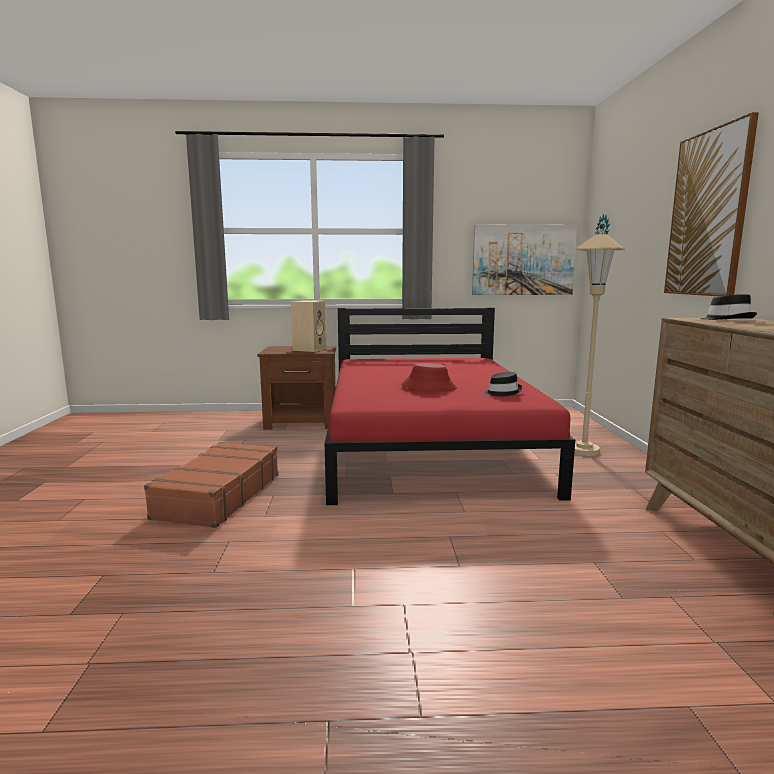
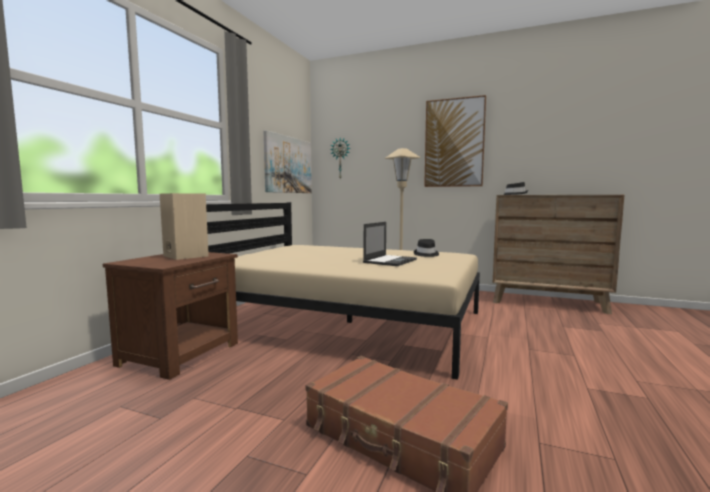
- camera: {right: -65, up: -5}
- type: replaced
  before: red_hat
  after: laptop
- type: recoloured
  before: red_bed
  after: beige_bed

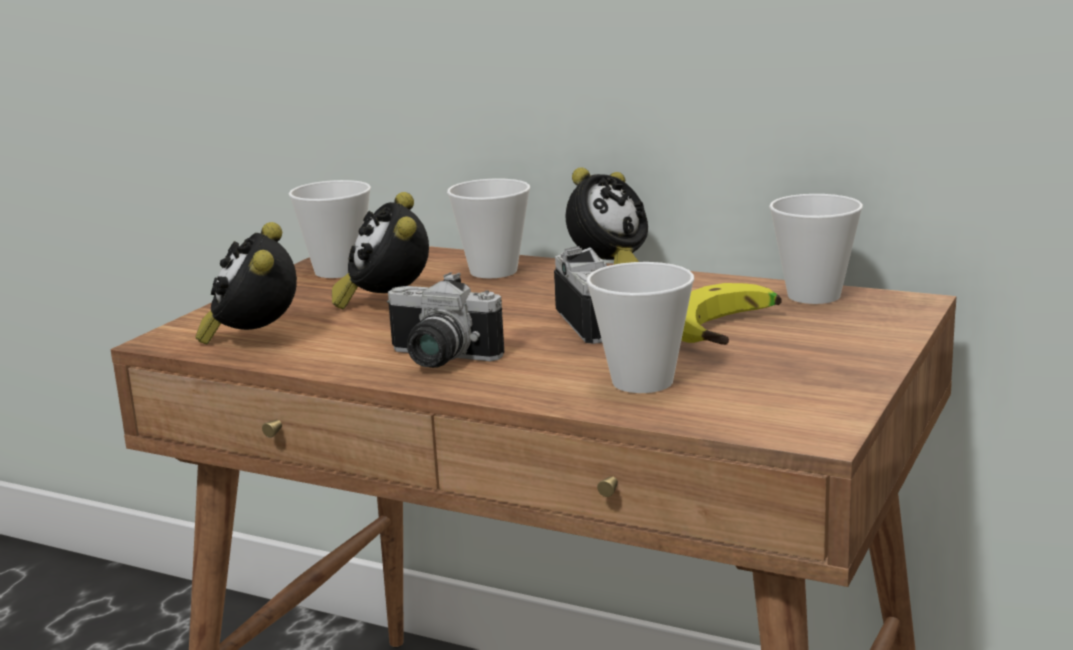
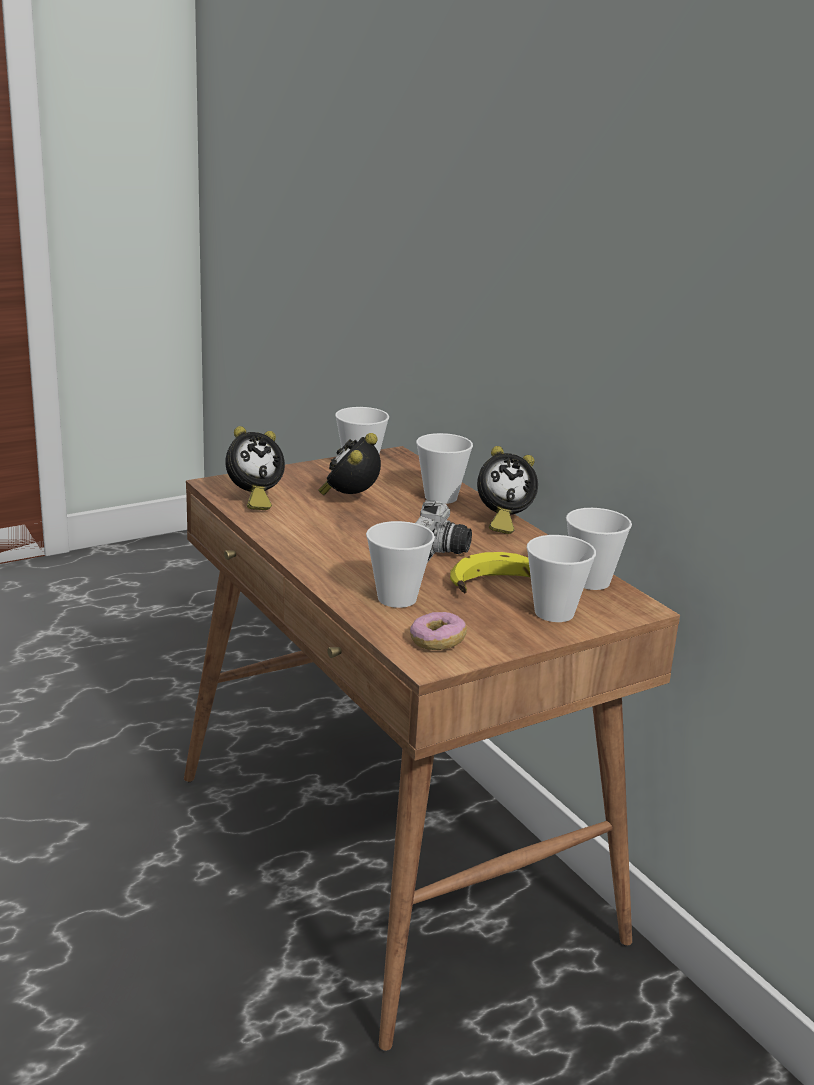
- camera: {right: 30, up: 5}
- type: removed
  before: photo_camera (1st from left)
- type: added
  after: donut
- type: added
  after: cup (4th from left)
- type: turned
  before: alarm_clock (1st from left)
  turn: -150

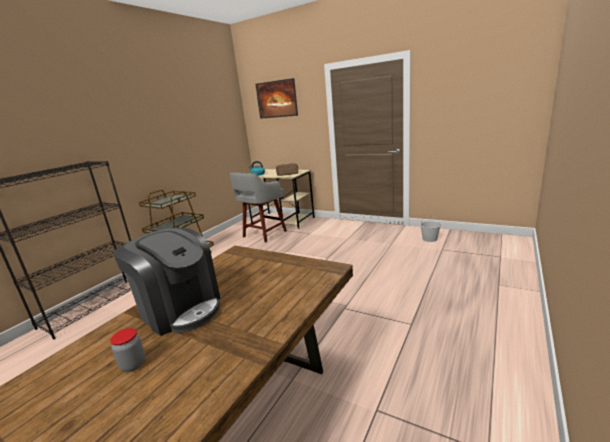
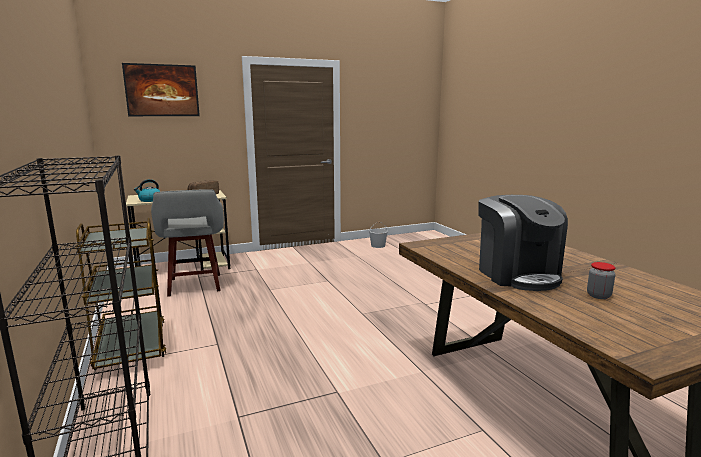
- camera: {right: -55, up: -5}
- type: turned
  before: coffee_machine
  turn: 90

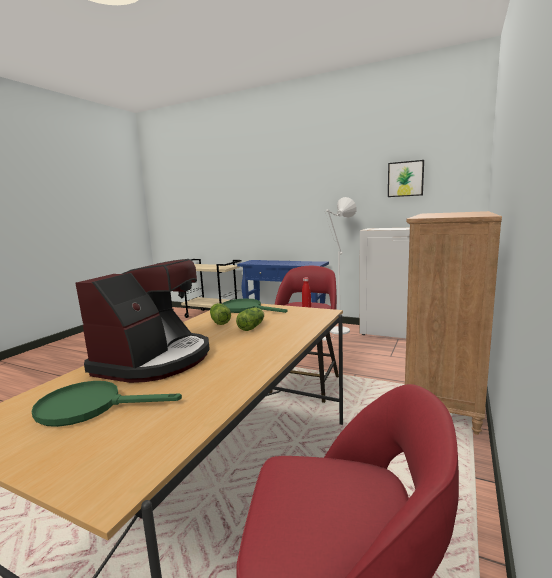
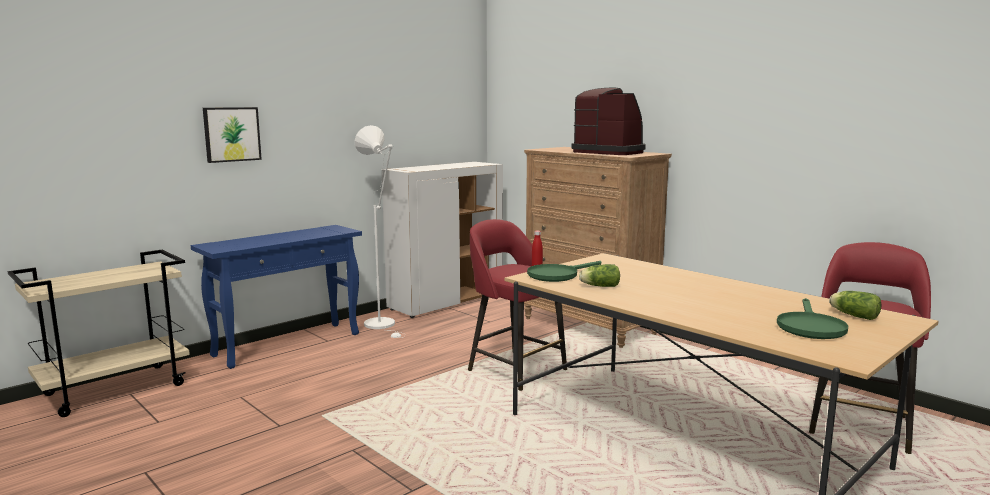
- camera: {right: -70, up: 0}
- type: moved
  before: coffee_machine
- type: moved
  before: lettuce (2nd from left)
- type: moved
  before: picture

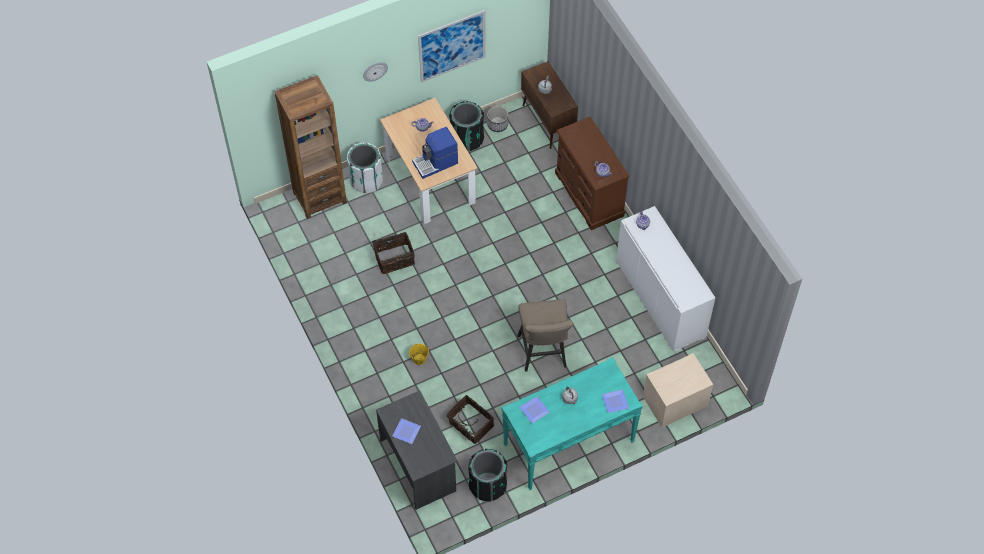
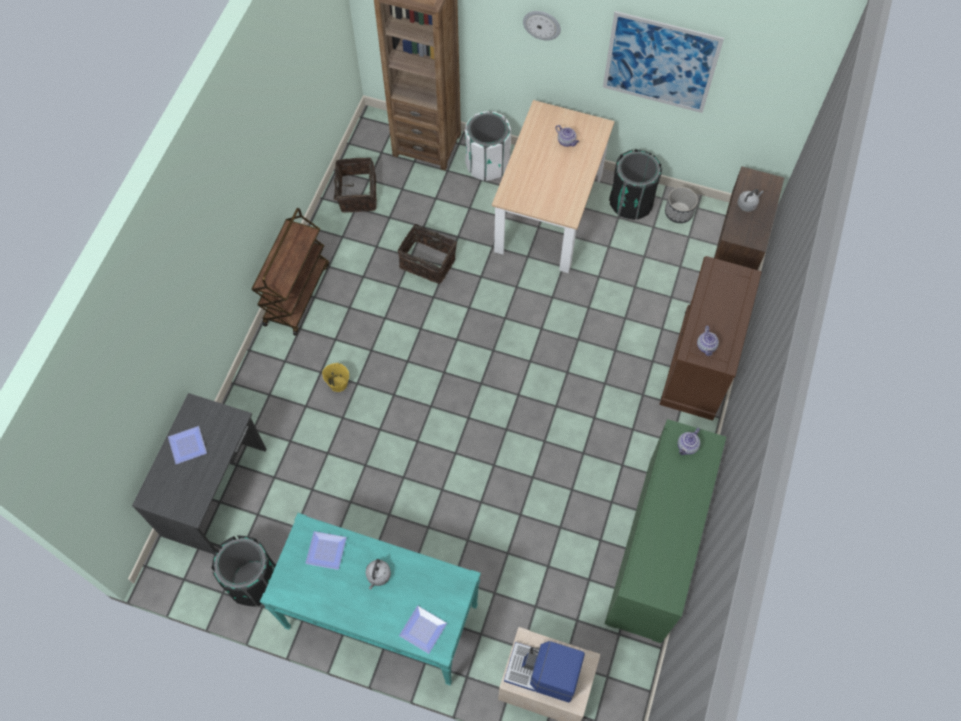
- camera: {right: 45, up: 5}
- type: removed
  before: beige_stool
- type: added
  after: brown_cart
- type: moved
  before: coffee_machine
- type: moved
  before: basket (2nd from left in the first image)
  after: basket (1st from left)
- type: recoloured
  before: white_cabinet
  after: green_cabinet

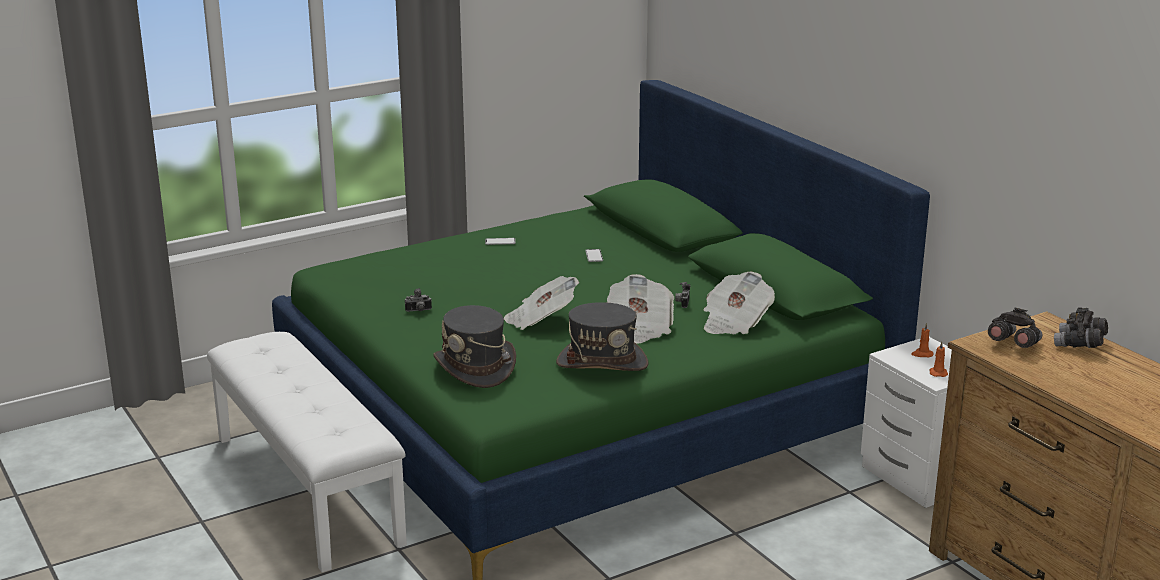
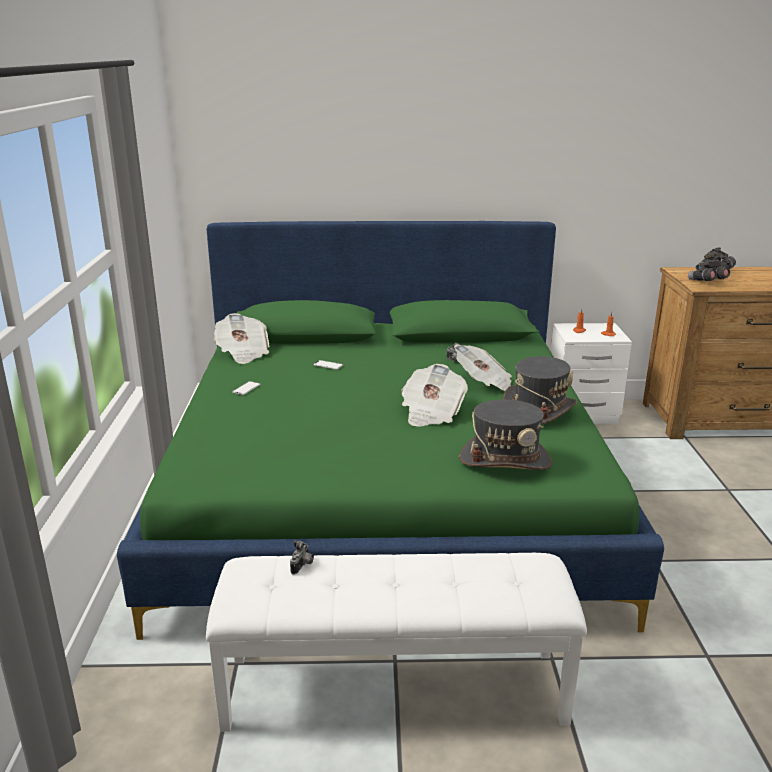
- camera: {right: -60, up: 0}
- type: moved
  before: photo_camera (1st from left)
- type: moved
  before: newspaper (3rd from left in the first image)
  after: newspaper (1st from left)

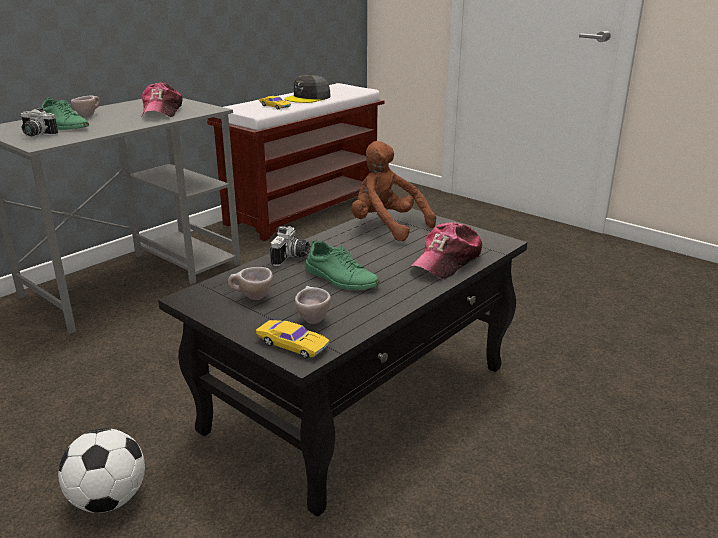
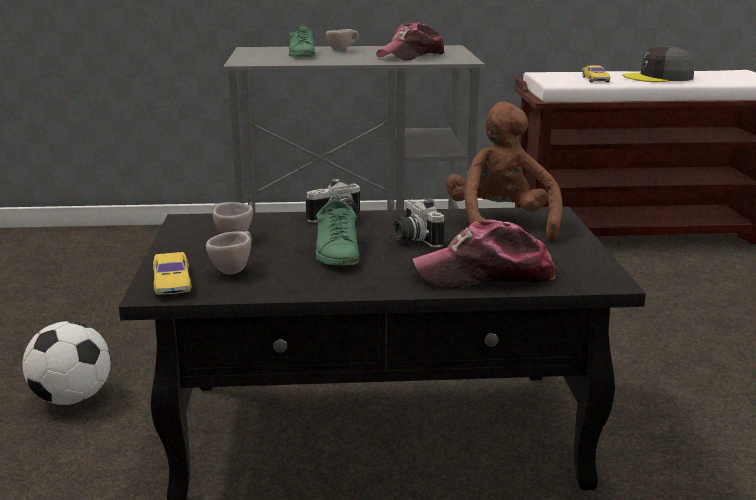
- camera: {right: 45, up: -5}
- type: moved
  before: photo_camera (1st from left in the first image)
  after: photo_camera (2nd from left)

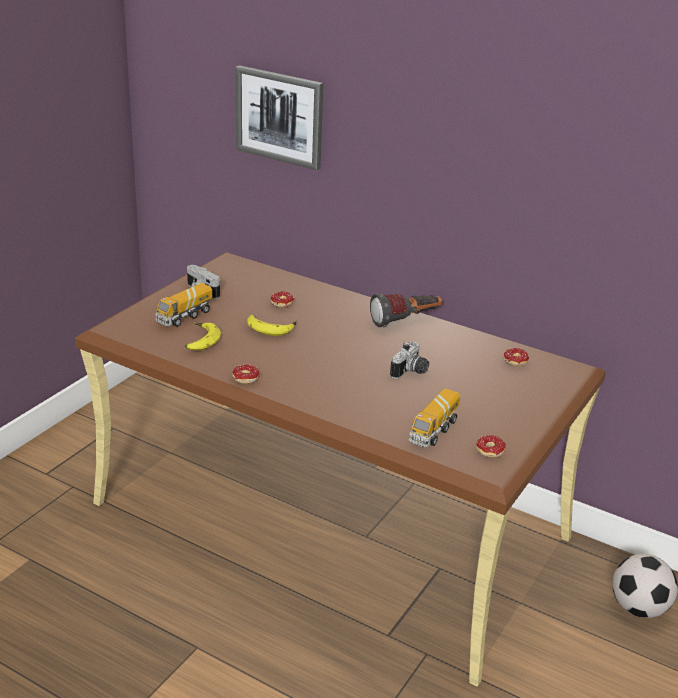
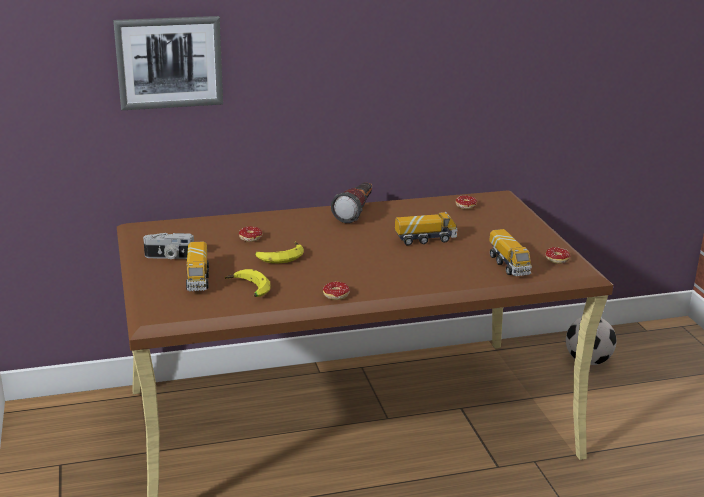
- camera: {right: -45, up: -5}
- type: replaced
  before: photo_camera (2nd from left)
  after: toy_truck (2nd from left)

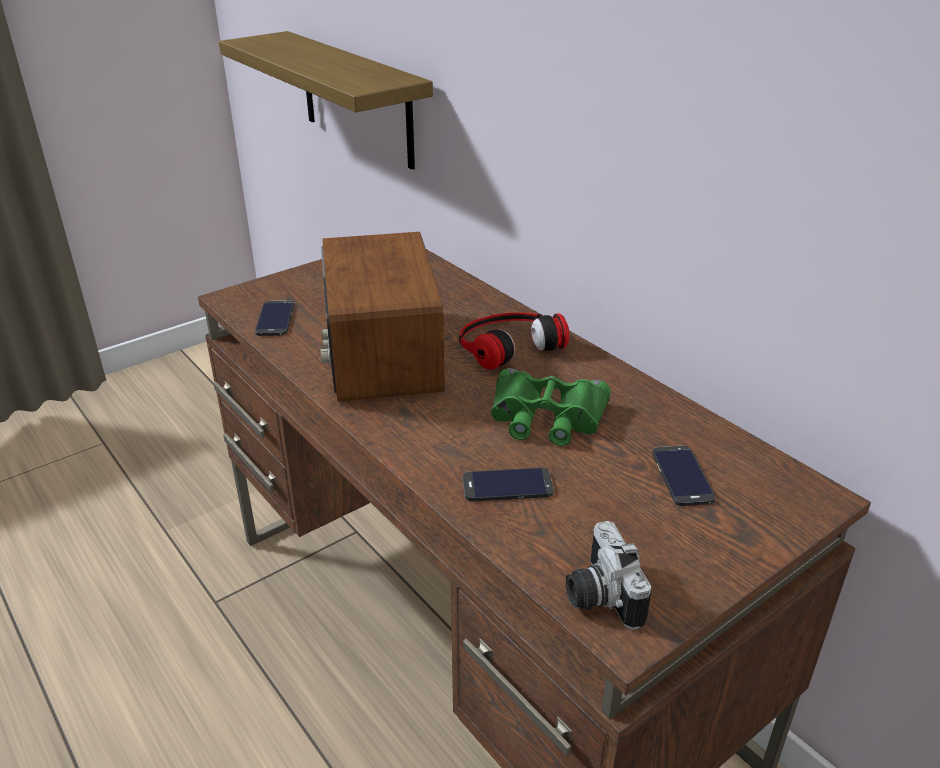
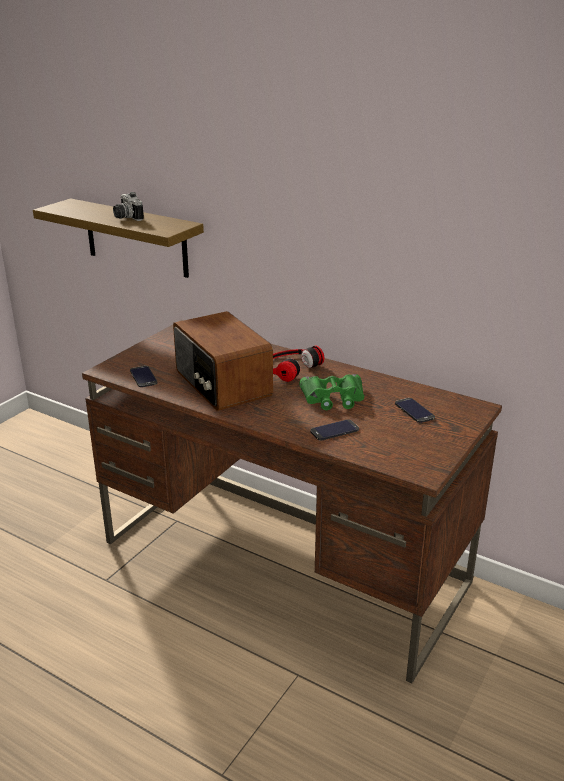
- camera: {right: -20, up: -5}
- type: moved
  before: photo_camera

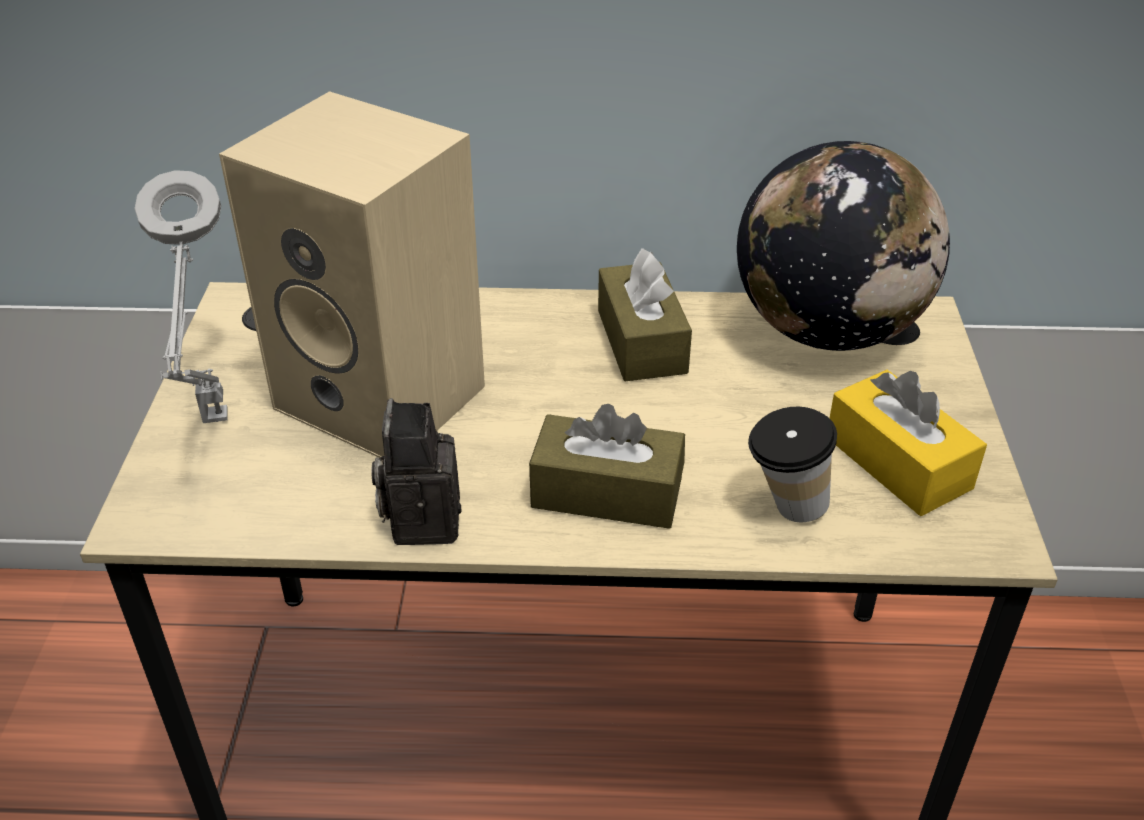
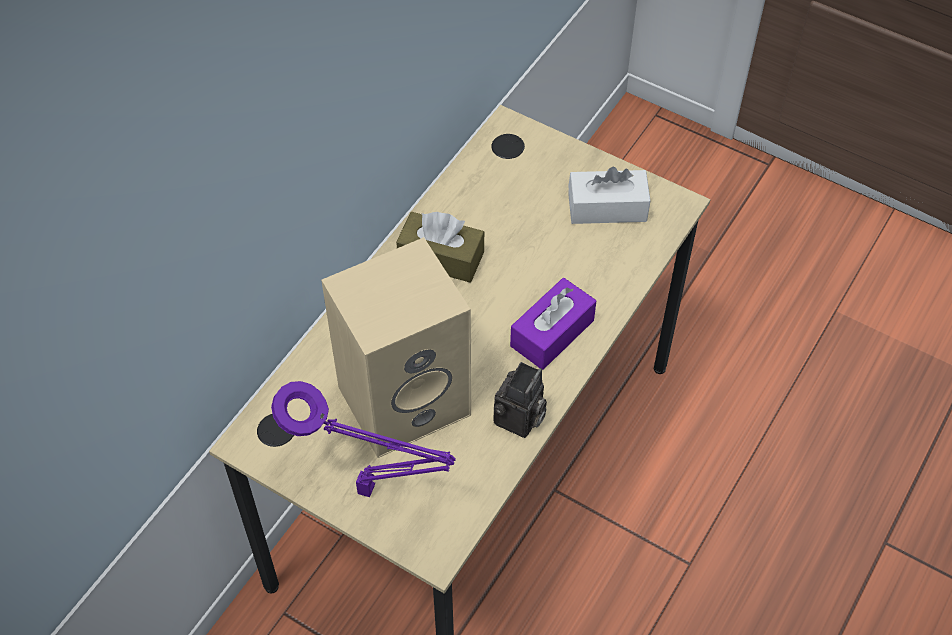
- camera: {right: -60, up: 15}
- type: removed
  before: globe
- type: removed
  before: cup
- type: recoloured
  before: grey_table_lamp
  after: purple_table_lamp
- type: recoloured
  before: brown_tissue_box (1st from left)
  after: purple_tissue_box
- type: recoloured
  before: yellow_tissue_box
  after: white_tissue_box
- type: turned
  before: photo_camera
  turn: -90

